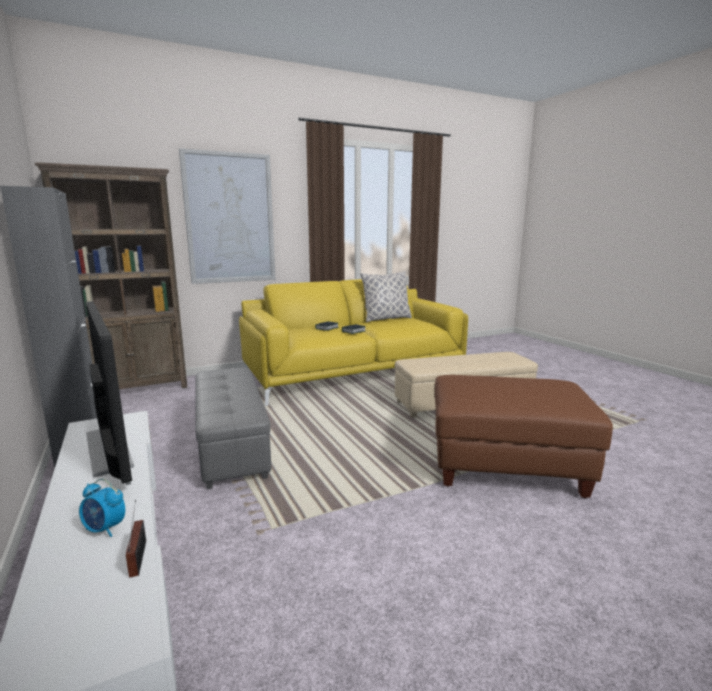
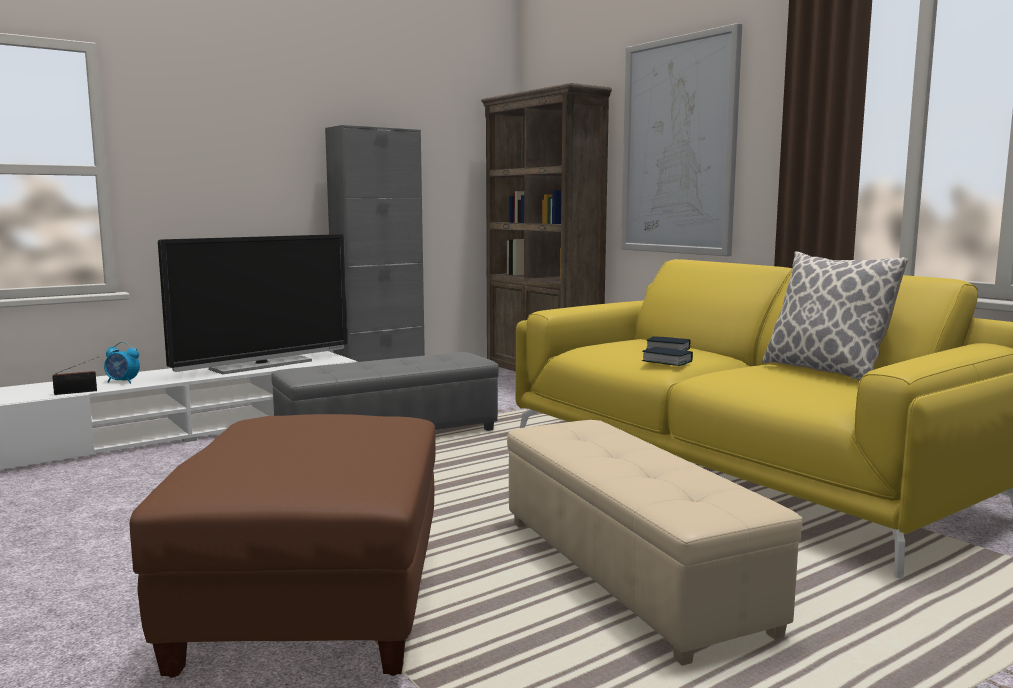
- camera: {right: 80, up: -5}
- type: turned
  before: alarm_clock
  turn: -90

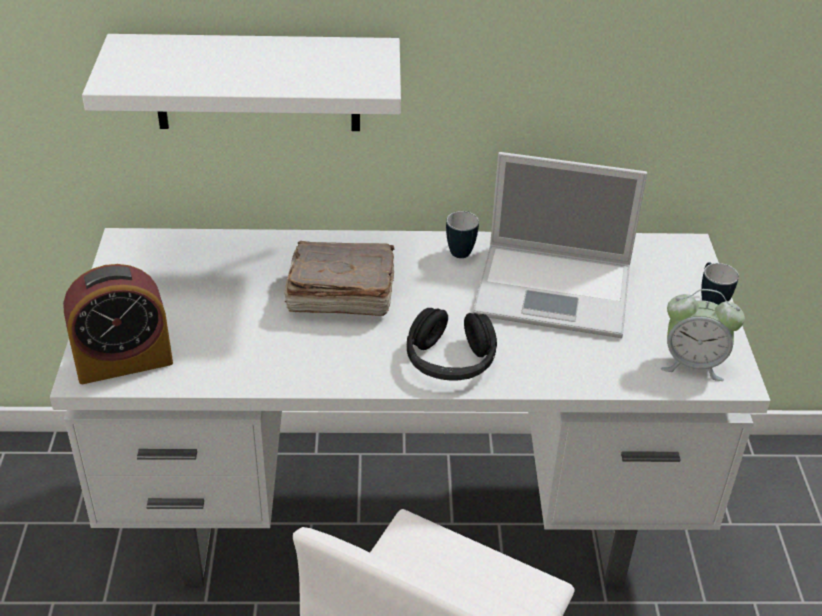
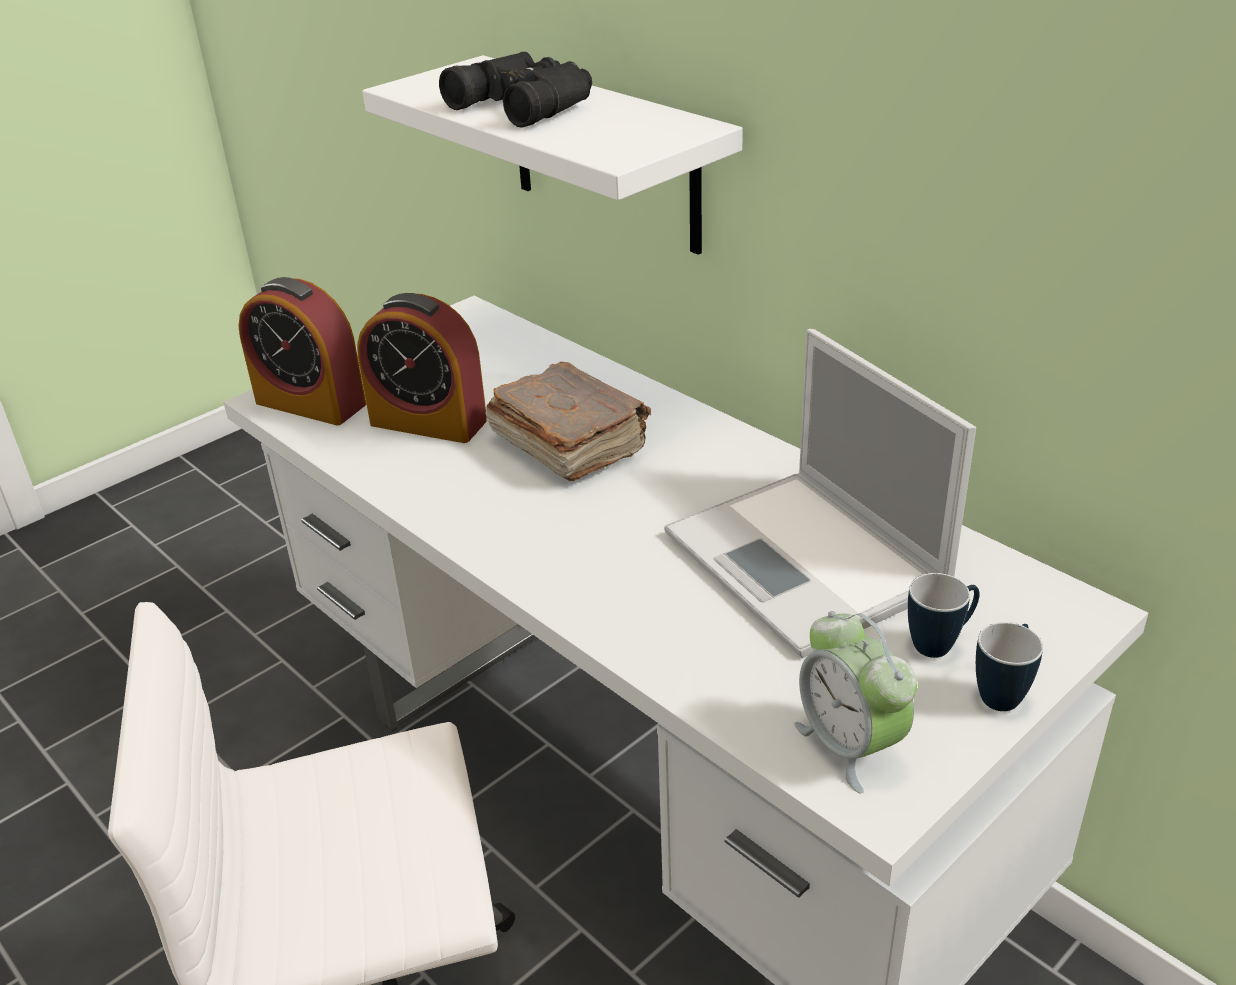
- camera: {right: 50, up: -5}
- type: removed
  before: black_headphones
- type: added
  after: alarm_clock (2nd from left)
- type: added
  after: black_binoculars
- type: moved
  before: mug (1st from left)

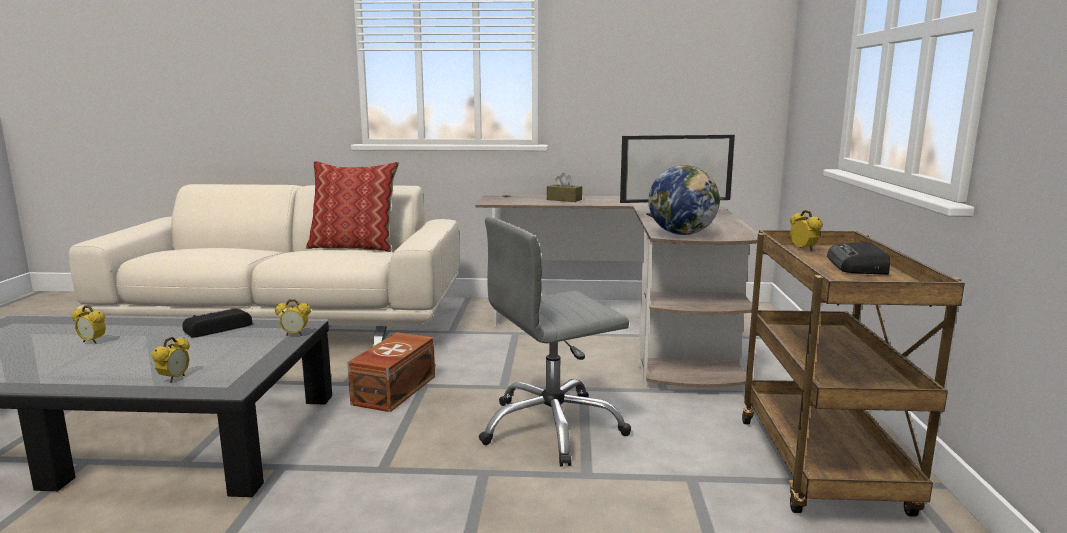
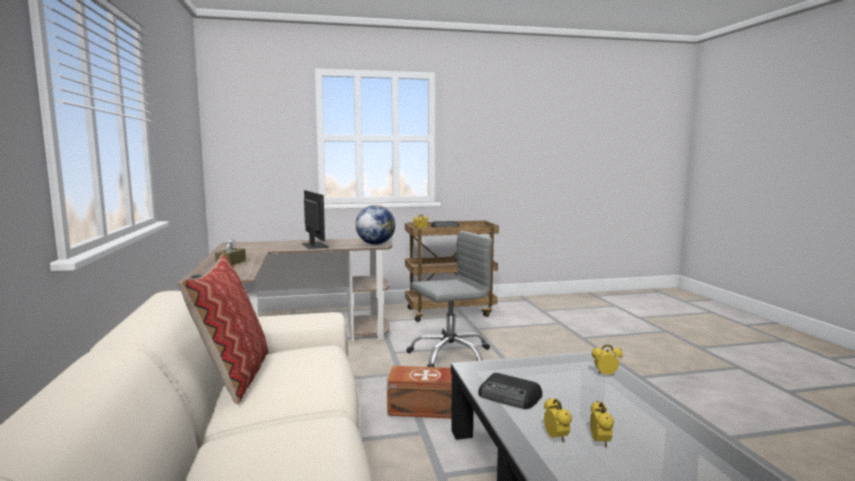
- camera: {right: -105, up: -5}
- type: moved
  before: alarm_clock (3rd from left in the first image)
  after: alarm_clock (2nd from left)
- type: turned
  before: grey_office_chair
  turn: -75

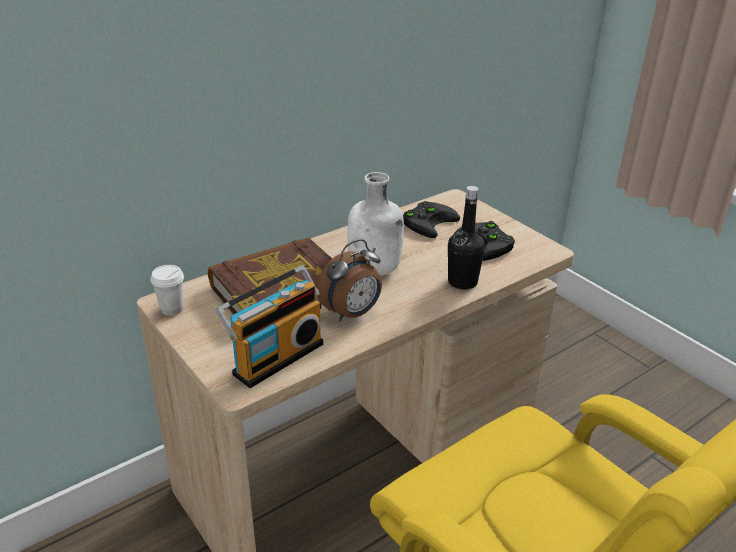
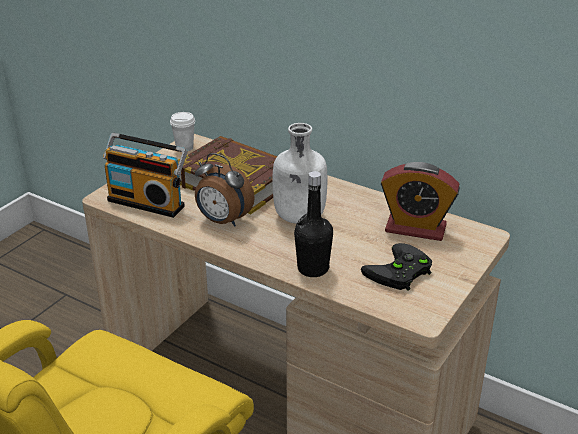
- camera: {right: 70, up: 0}
- type: replaced
  before: black_game_controller (1st from left)
  after: alarm_clock (2nd from left)

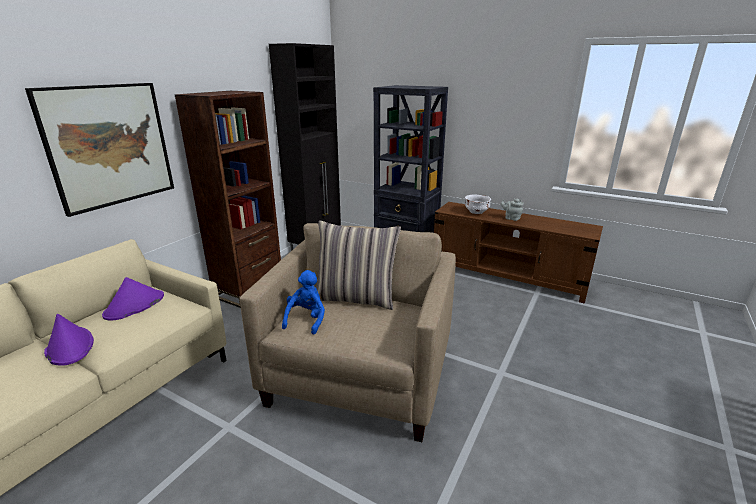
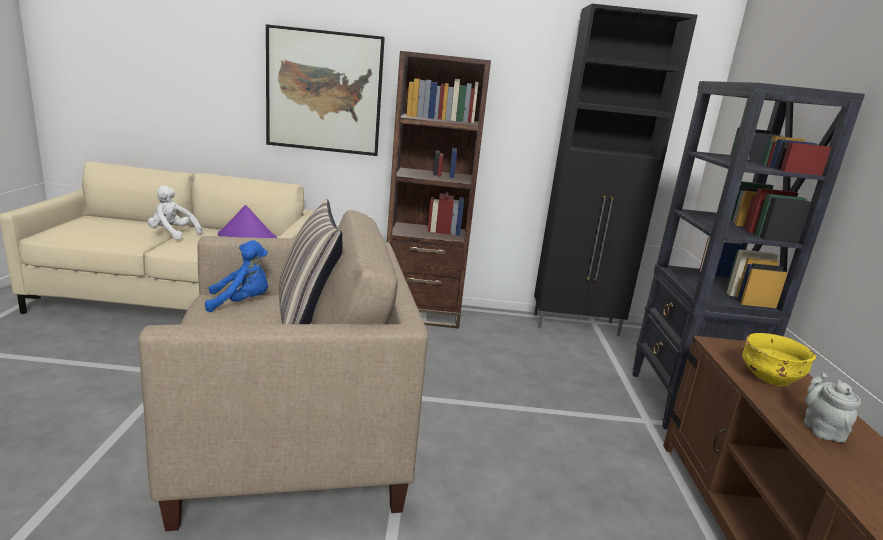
- camera: {right: 60, up: -5}
- type: replaced
  before: purple_hat (1st from left)
  after: white_plush_toy
- type: recoloured
  before: white_bowl
  after: yellow_bowl

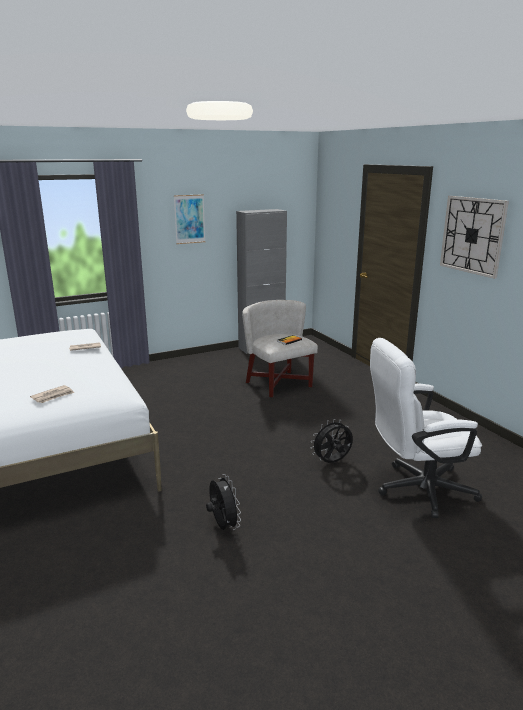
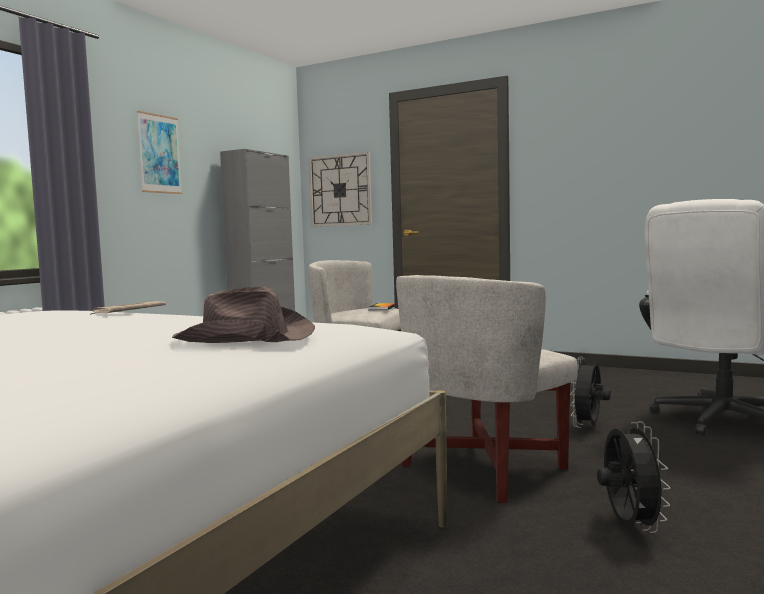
- camera: {right: -35, up: -15}
- type: added
  after: white_armchair (2nd from left)
- type: moved
  before: wall_clock
- type: replaced
  before: newspaper (1st from left)
  after: brown_hat
- type: turned
  before: black_fan (1st from left in the first image)
  turn: 60

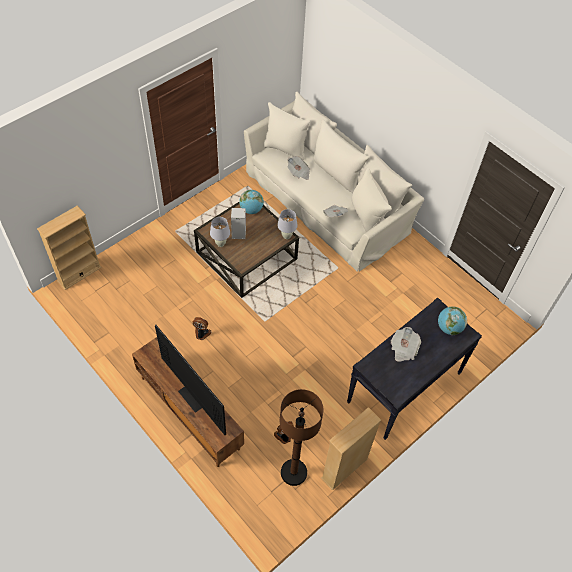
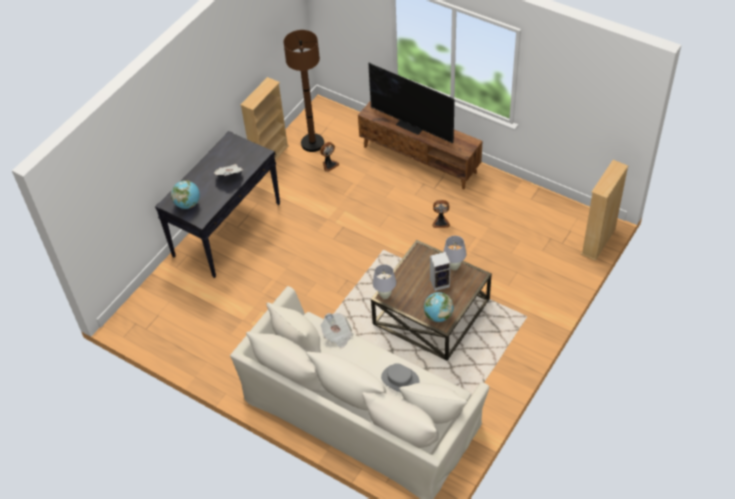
- camera: {right: 170, up: -5}
- type: replaced
  before: newspaper (1st from left)
  after: grey_hat

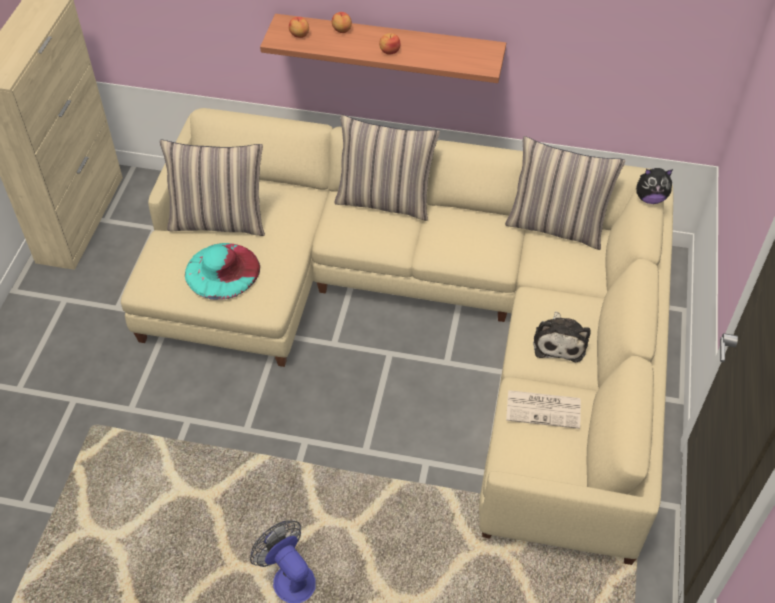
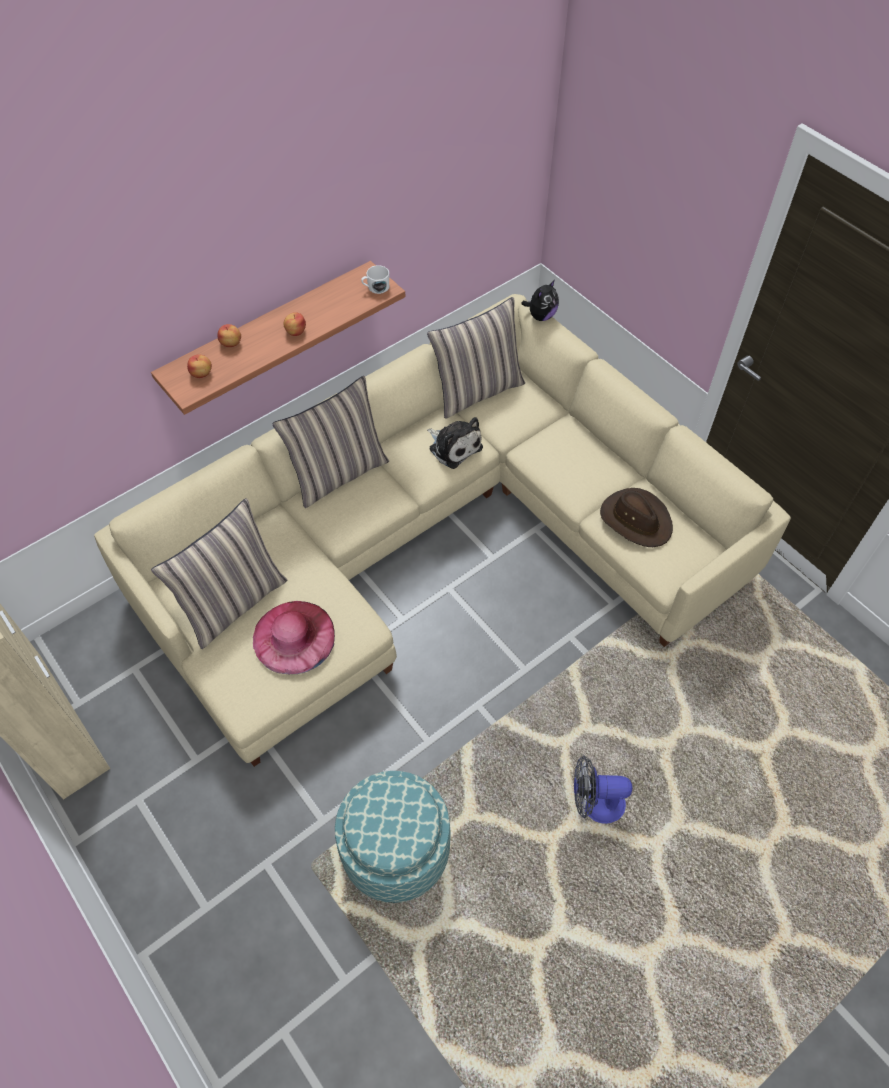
- camera: {right: -50, up: 5}
- type: added
  after: ottoman
- type: added
  after: white_mug
- type: moved
  before: plush_toy (1st from left)
- type: replaced
  before: newspaper
  after: brown_hat
- type: recoloured
  before: turquoise_hat
  after: pink_hat

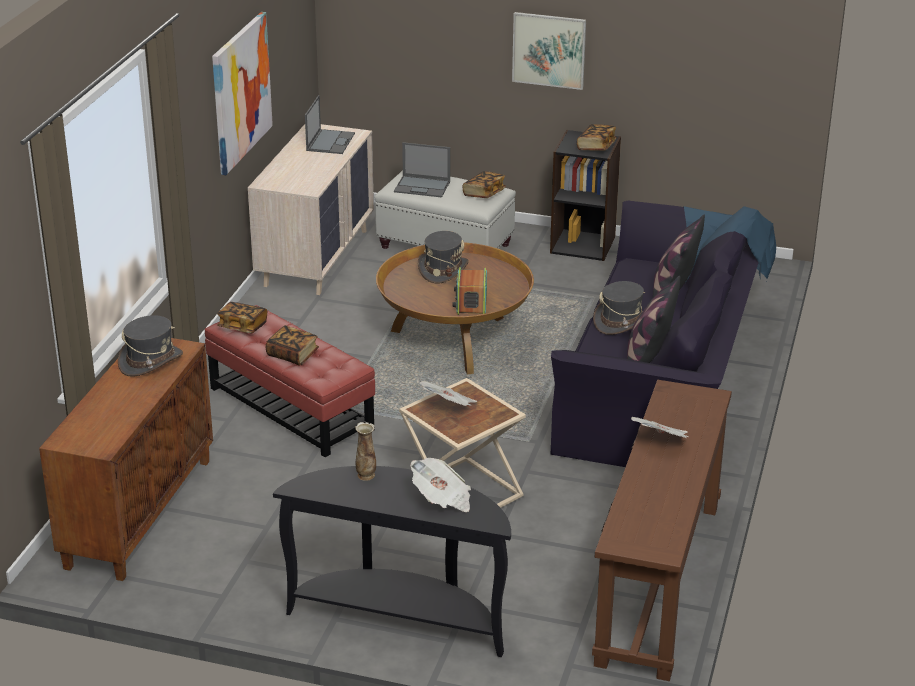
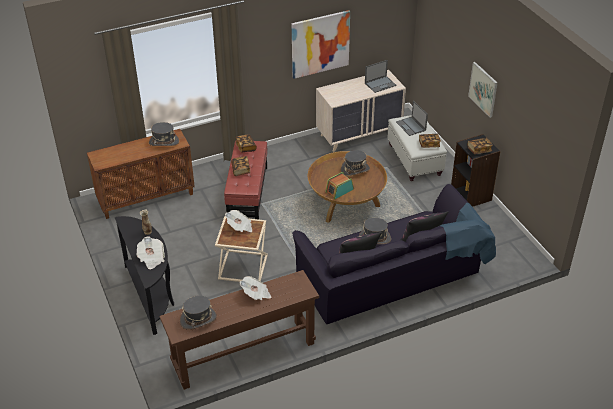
- camera: {right: 50, up: 10}
- type: added
  after: grey_hat (2nd from left)

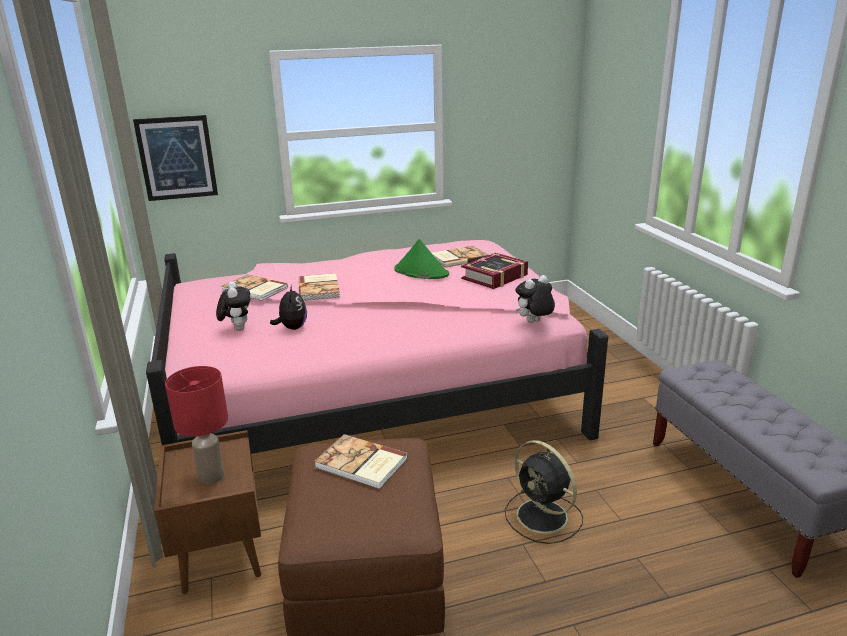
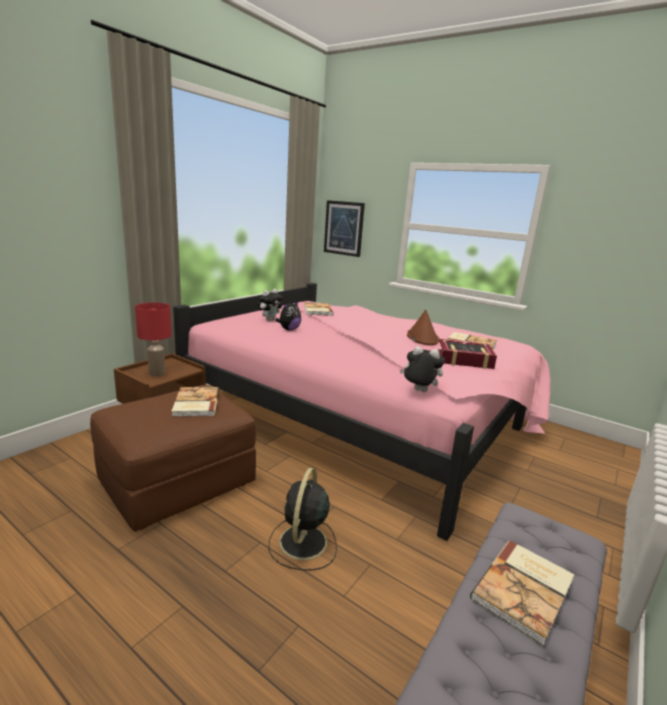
- camera: {right: 50, up: -5}
- type: moved
  before: book (2nd from left in the first image)
  after: book (5th from left)
- type: recoloured
  before: green_hat
  after: brown_hat

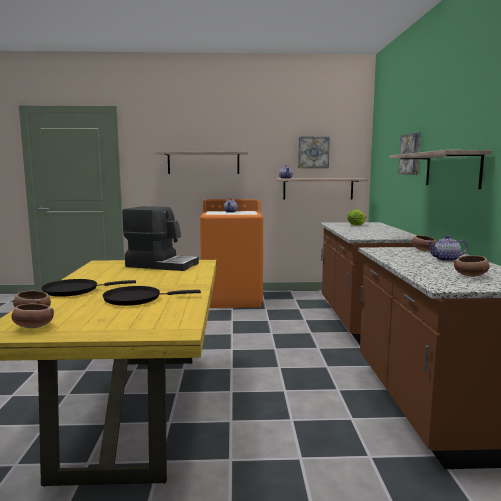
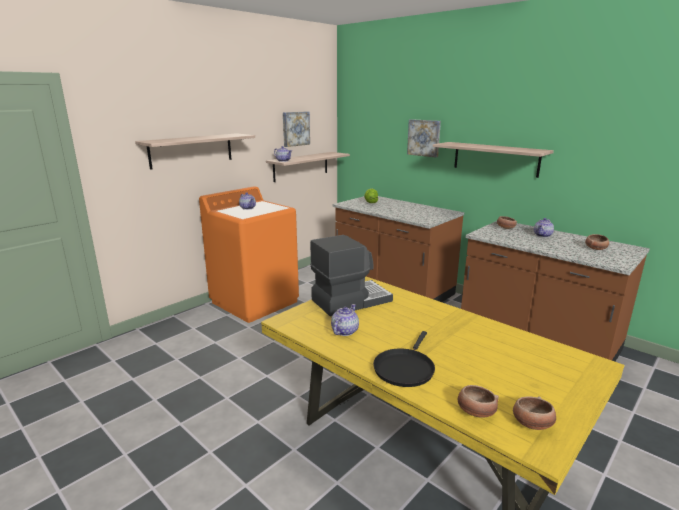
- camera: {right: -45, up: 10}
- type: removed
  before: black_frying_pan (2nd from left)
- type: added
  after: teapot (3rd from left)

